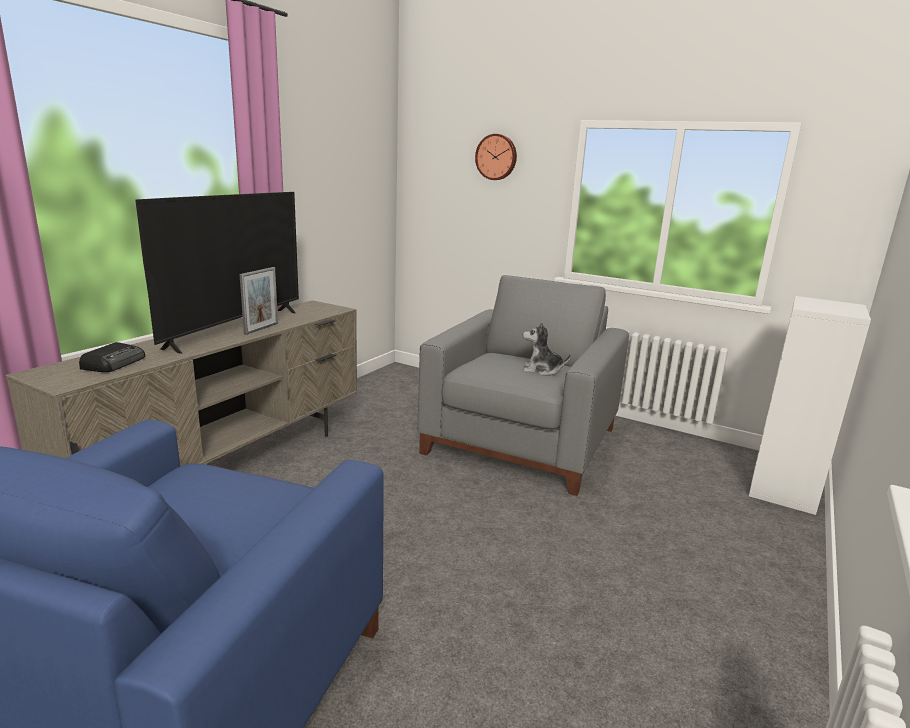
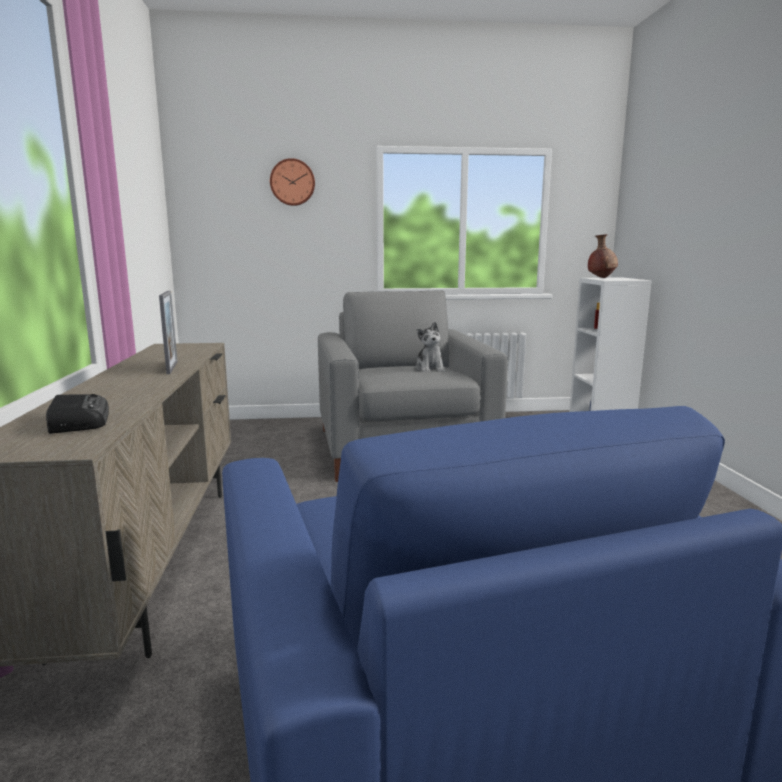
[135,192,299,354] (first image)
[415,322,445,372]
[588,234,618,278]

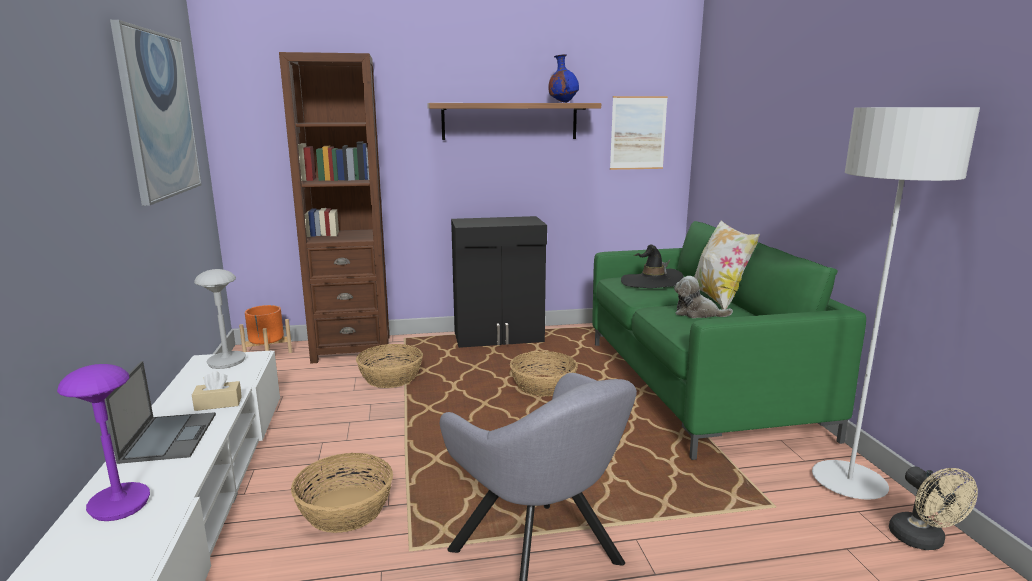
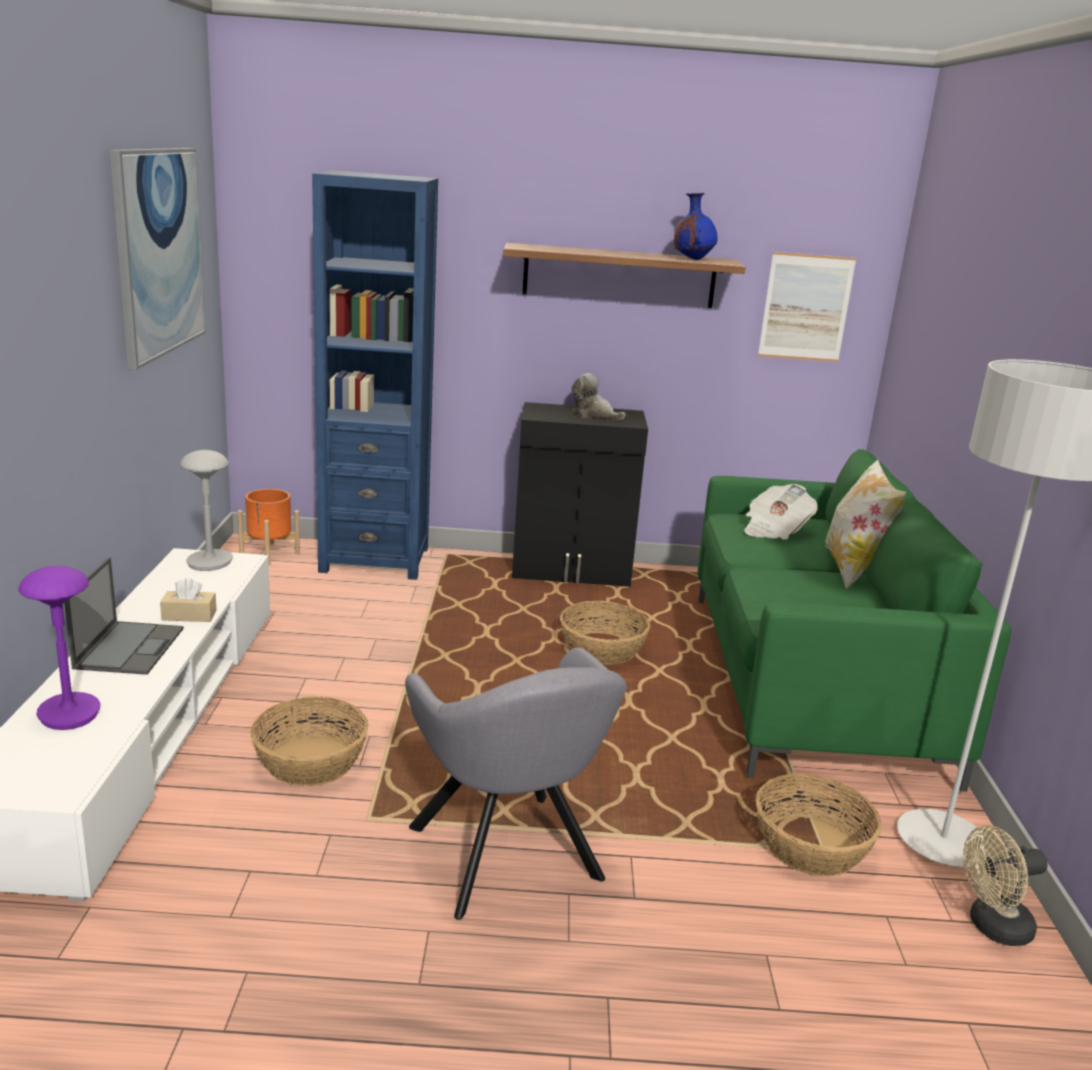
[312,171,438,580]
[755,774,882,877]
[744,484,818,539]
[570,373,625,421]
[963,825,1048,946]

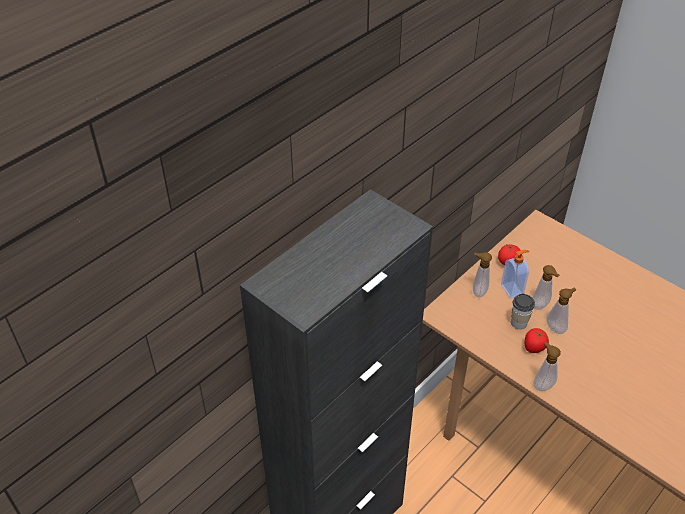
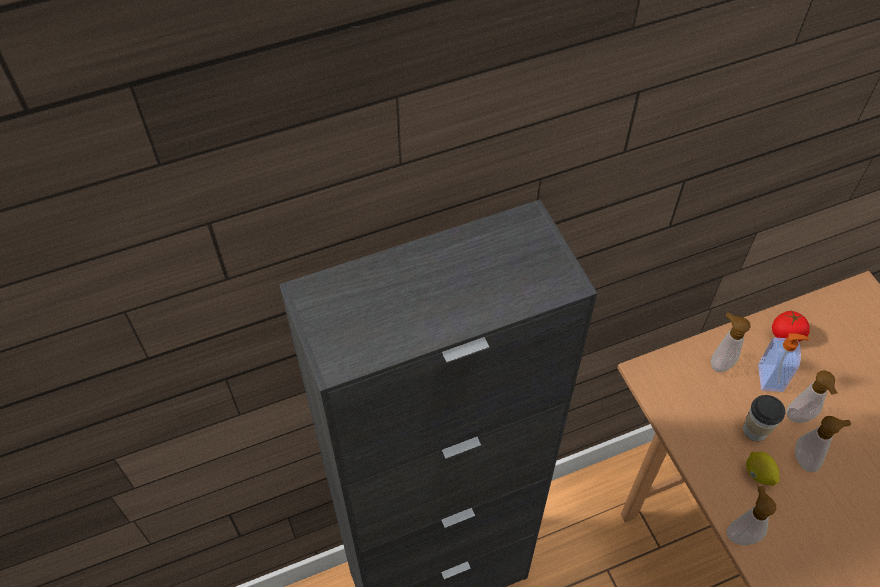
[746,452,780,486]

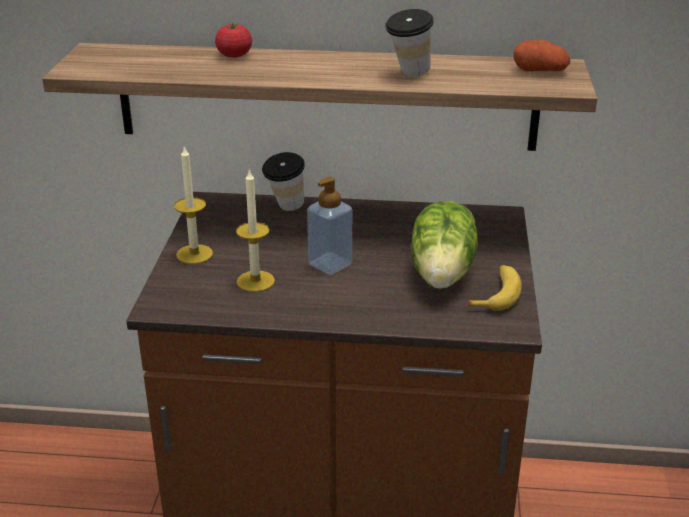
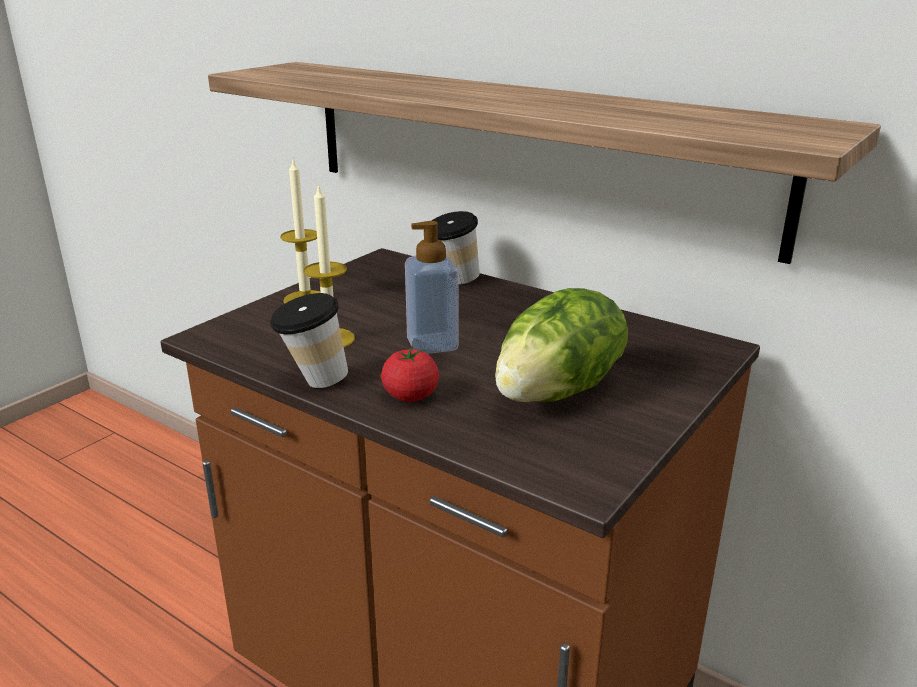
[381,347,439,402]
[270,293,348,388]
[468,265,522,311] (first image)
[514,40,571,71] (first image)

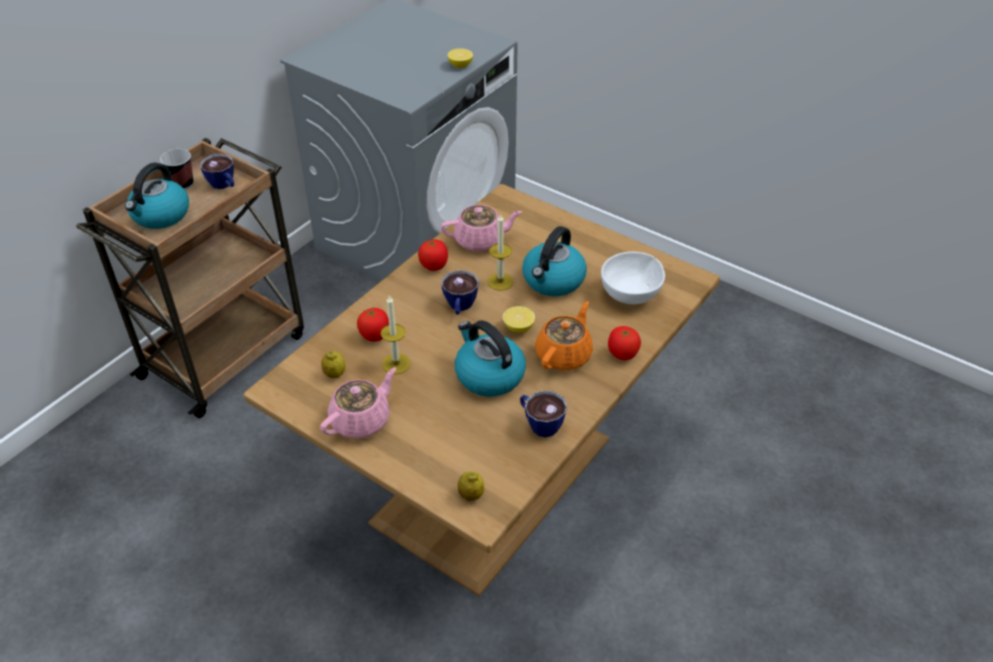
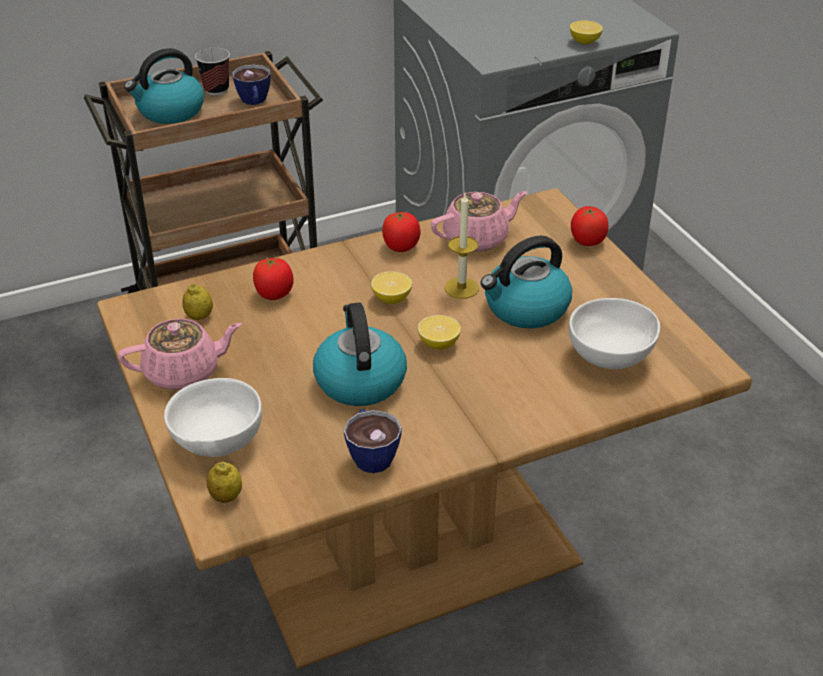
[381,296,411,374] (first image)
[430,191,527,252]
[371,271,412,304]
[535,301,593,370] (first image)
[571,206,609,246]
[164,378,262,457]

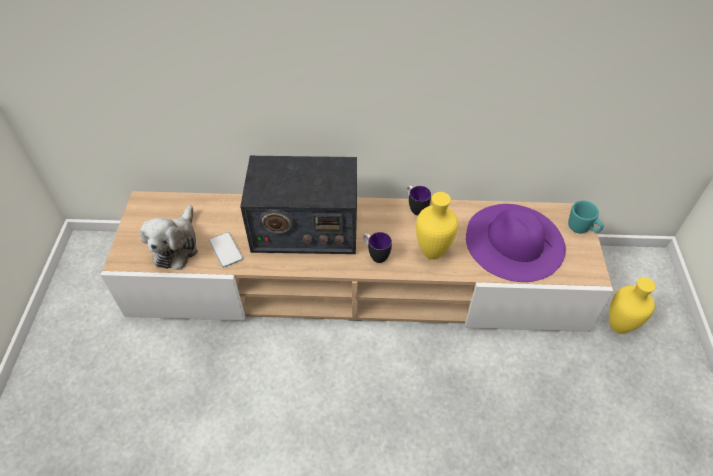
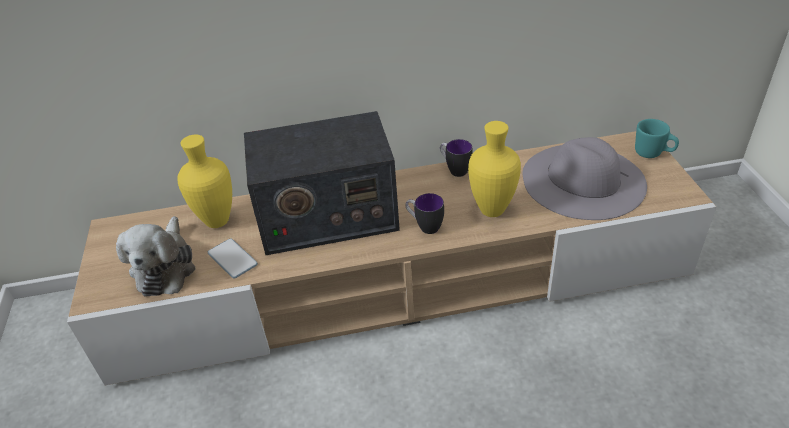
[522,137,647,220]
[178,134,232,228]

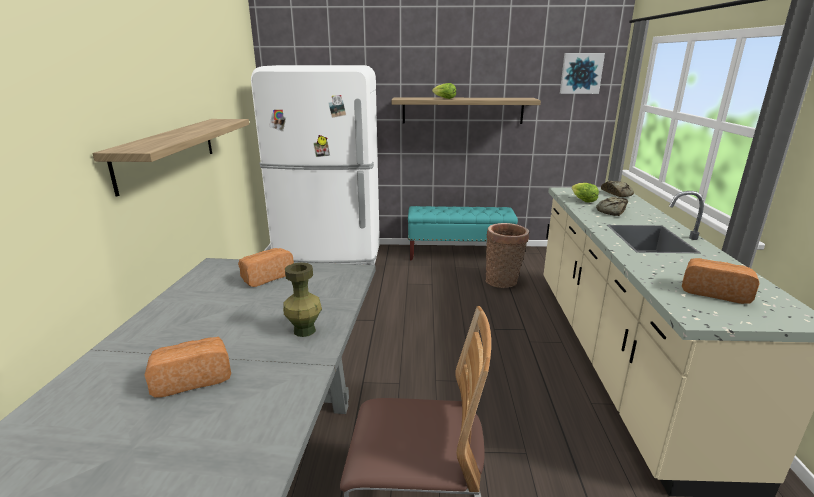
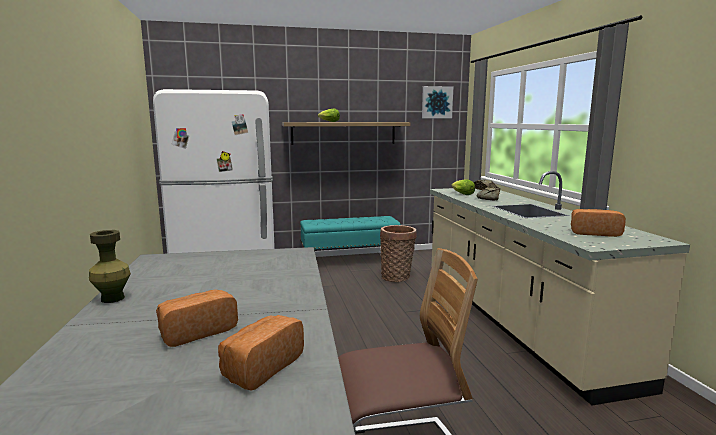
[92,119,249,197] (first image)
[218,315,304,391]
[89,230,131,303]

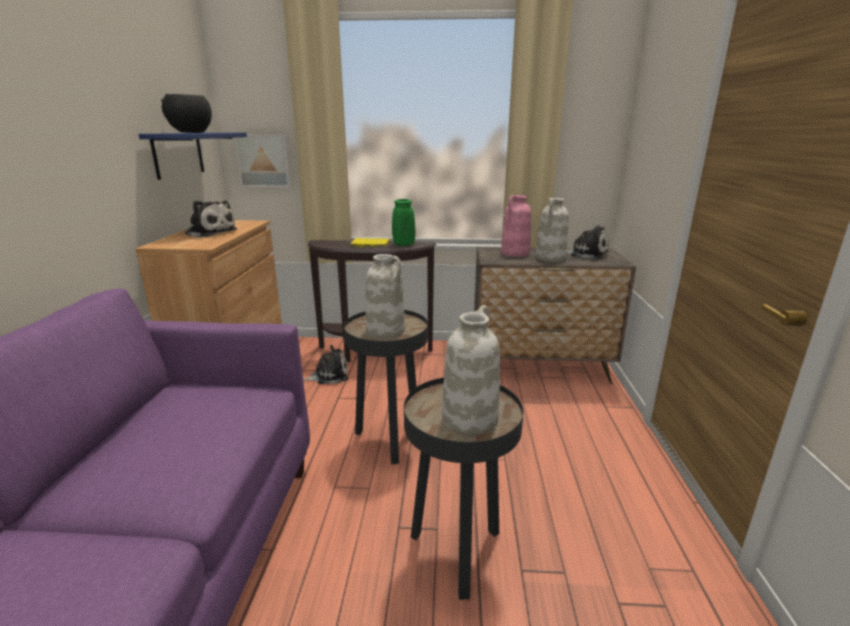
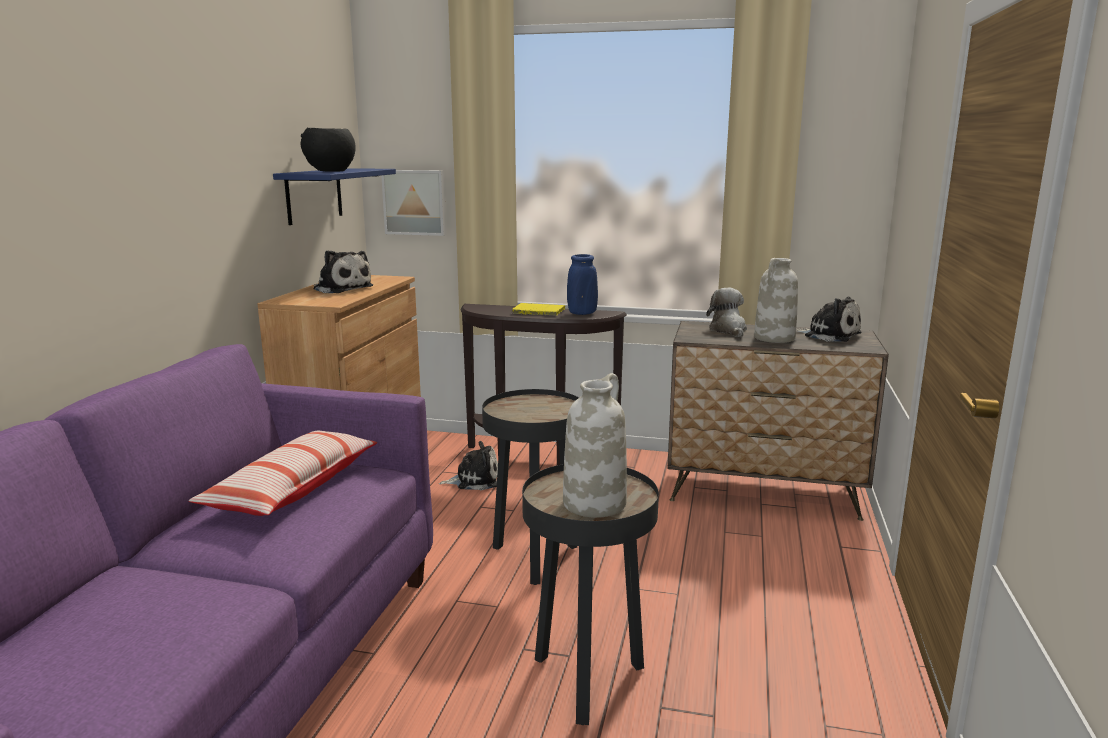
[365,254,405,338] (first image)
[567,254,598,315]
[706,288,747,337]
[189,431,377,516]

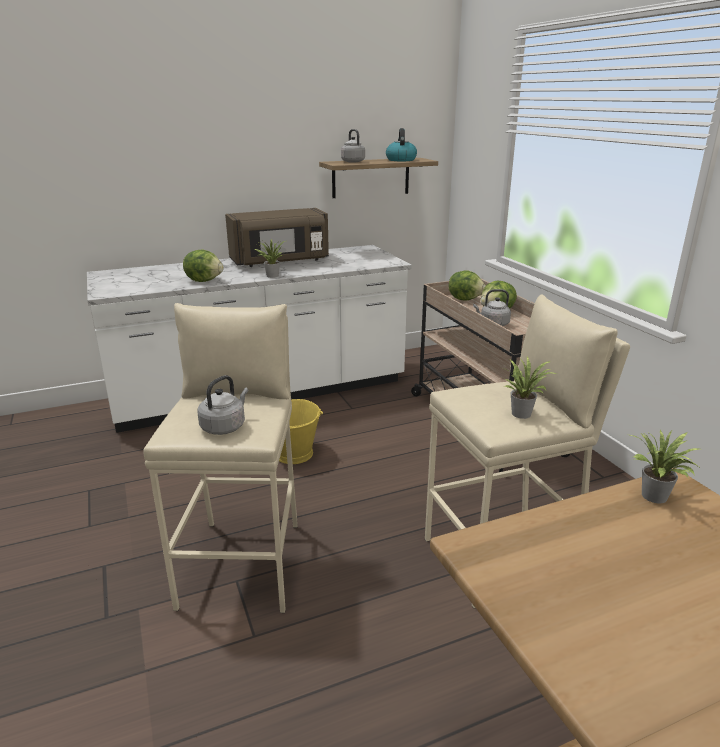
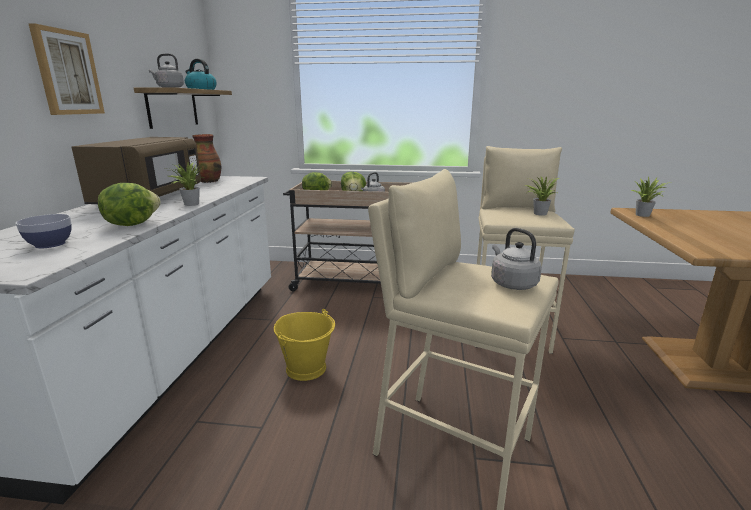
[15,214,71,248]
[29,23,105,115]
[192,134,221,183]

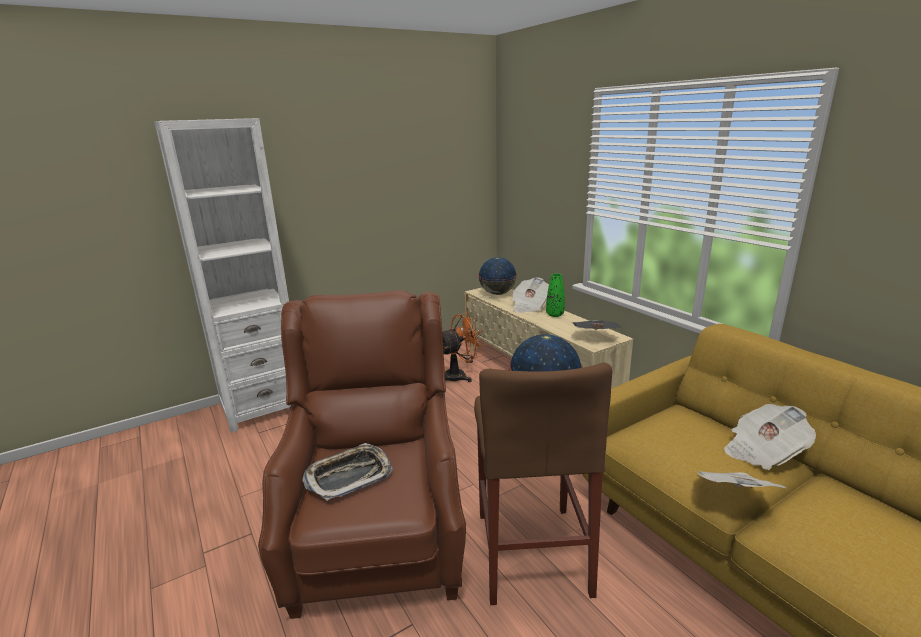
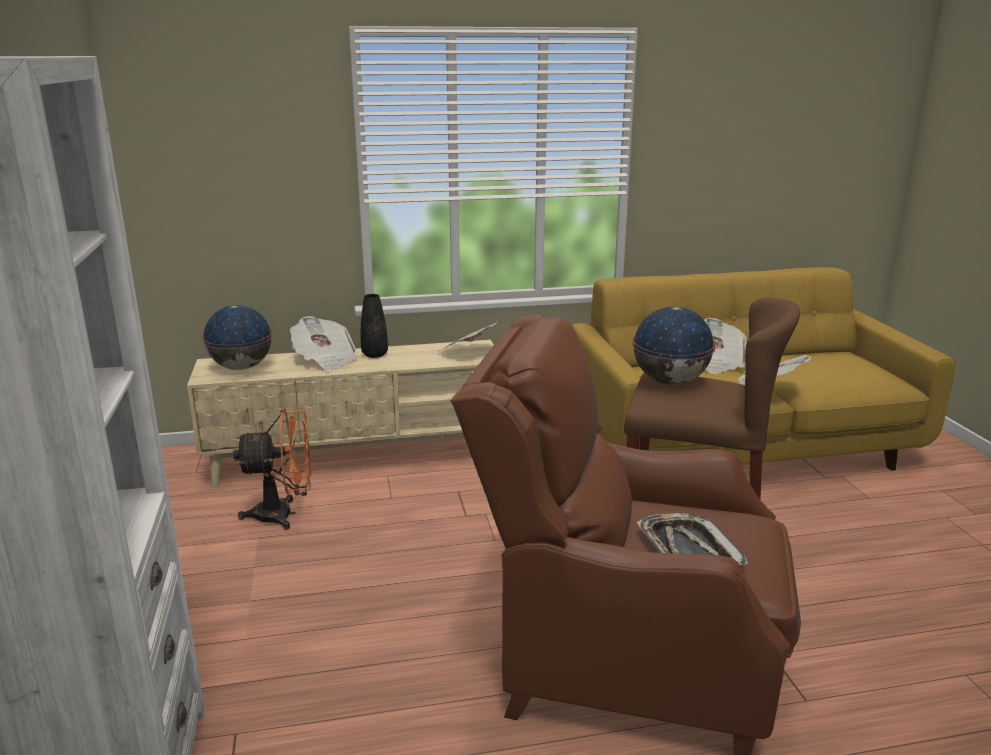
[233,408,311,530]
[361,294,388,358]

